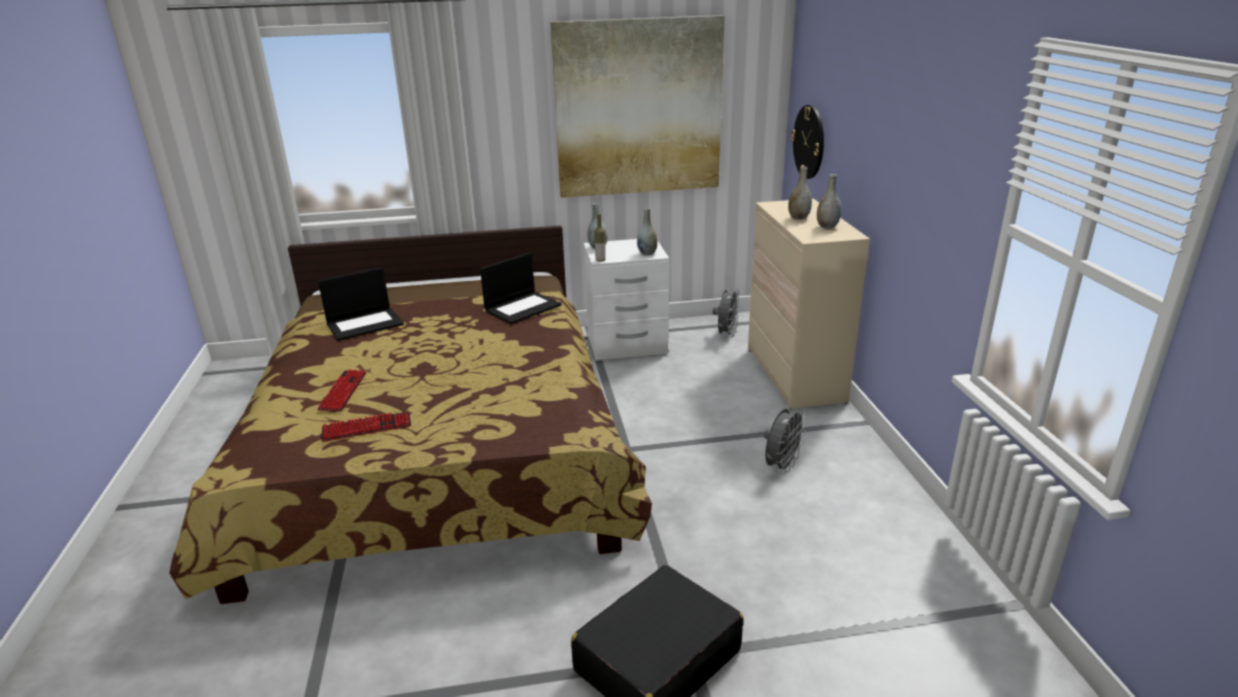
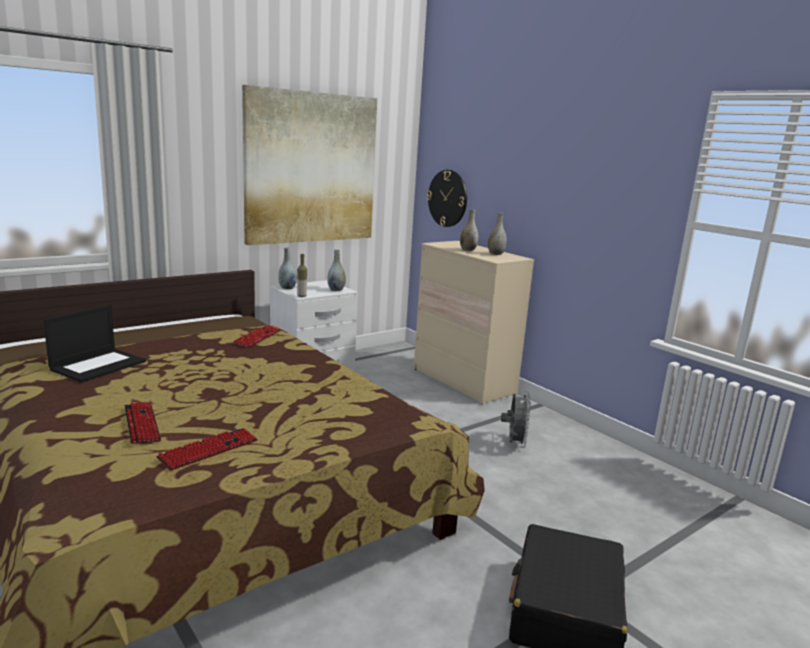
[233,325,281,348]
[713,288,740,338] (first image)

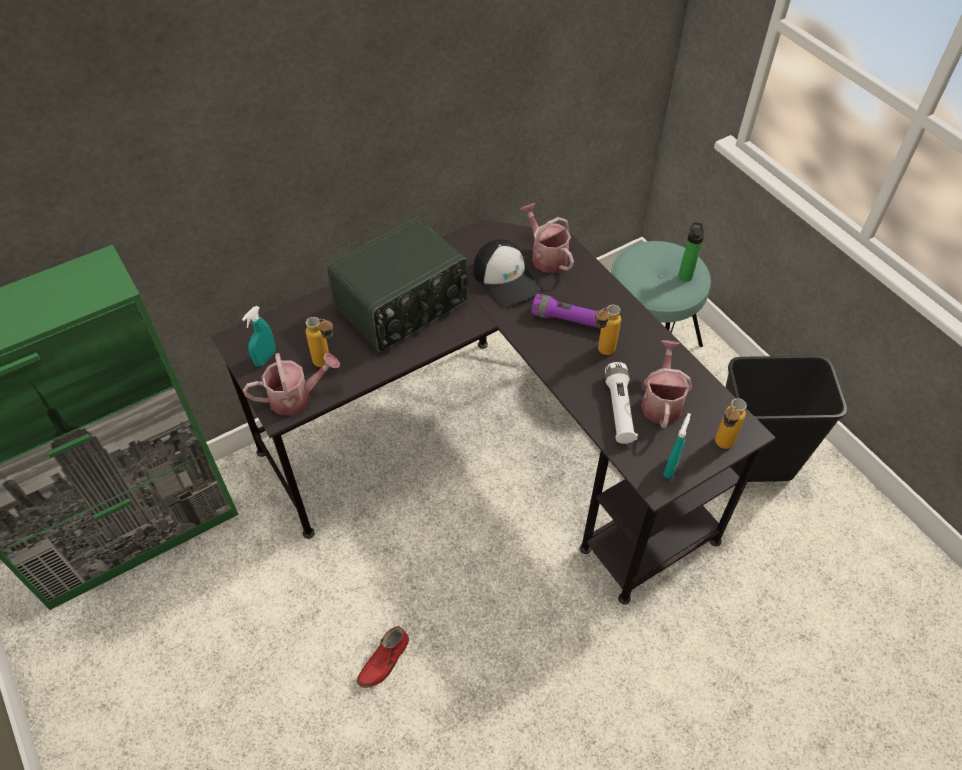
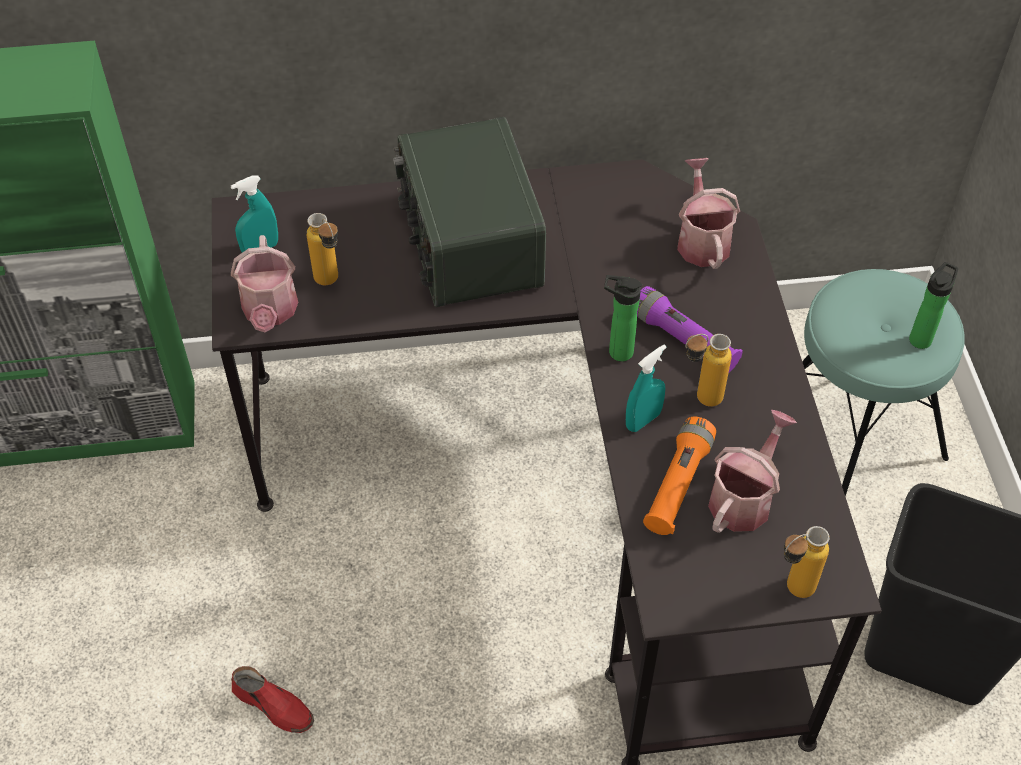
[231,235,298,332]
[393,117,546,307]
[231,666,314,733]
[473,240,540,305] (first image)
[643,417,716,535]
[626,344,667,432]
[604,275,642,362]

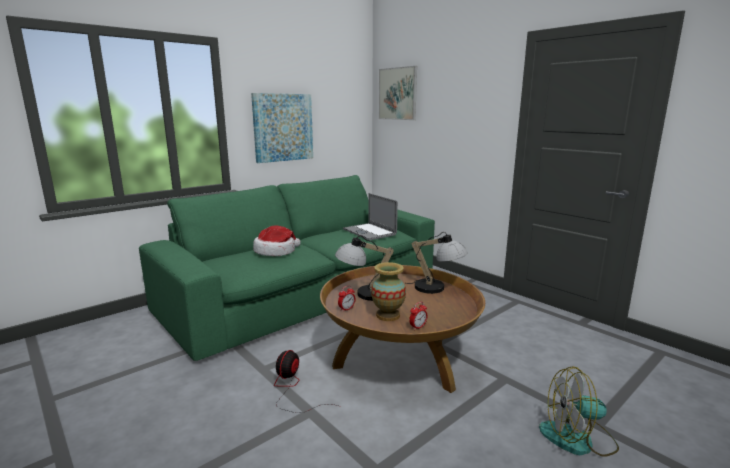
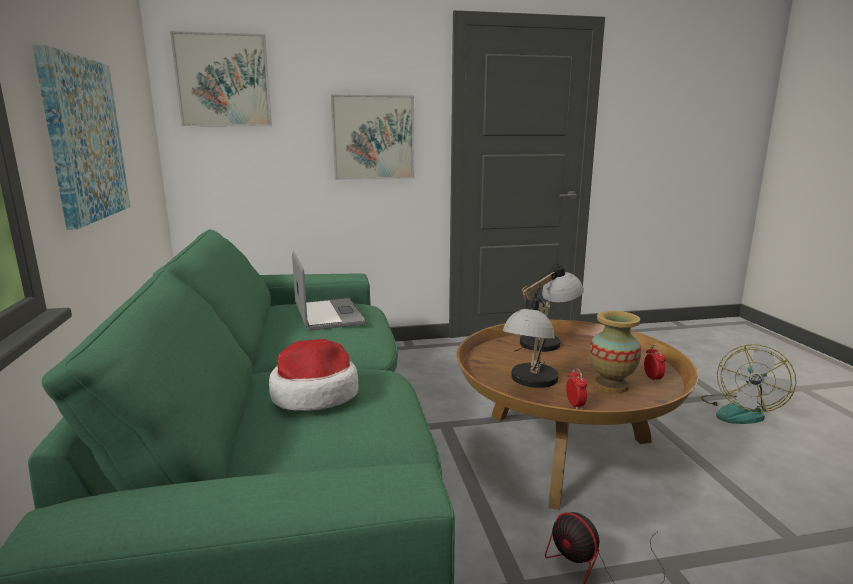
[292,251,367,331]
[331,95,414,180]

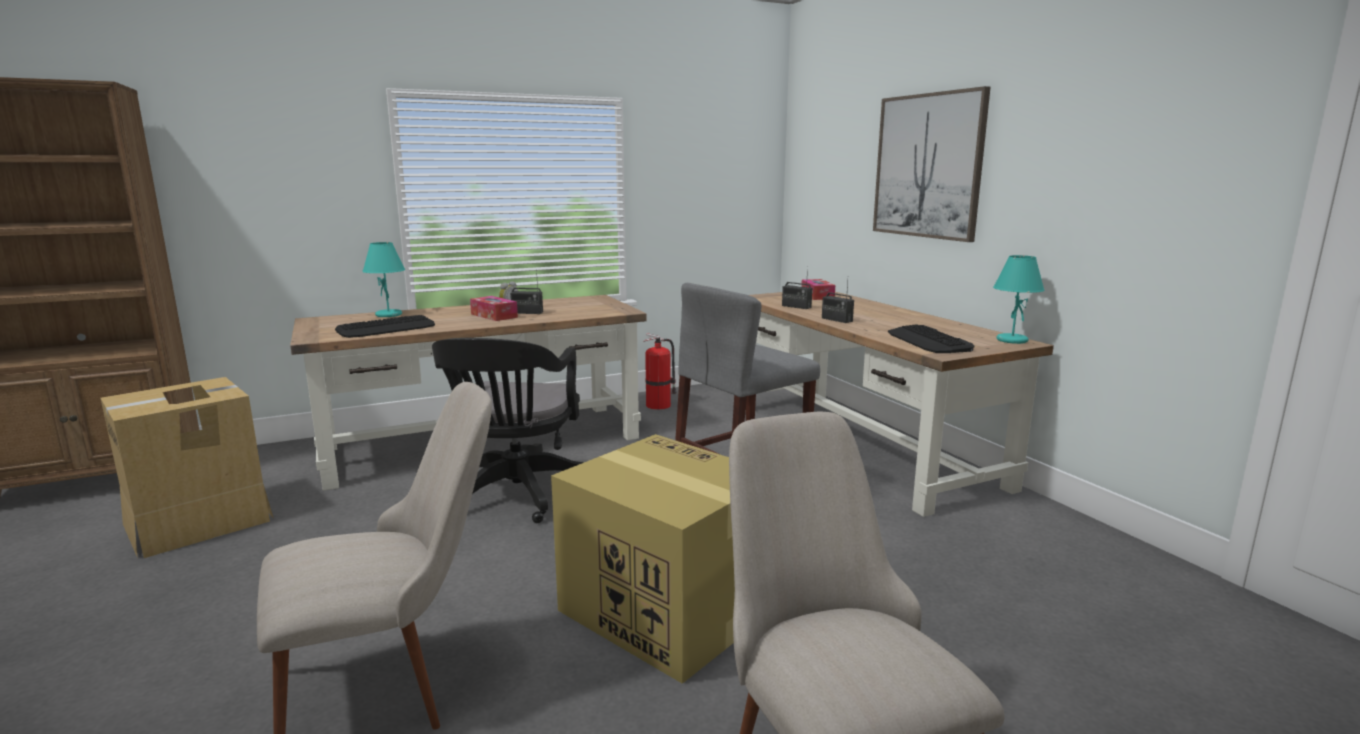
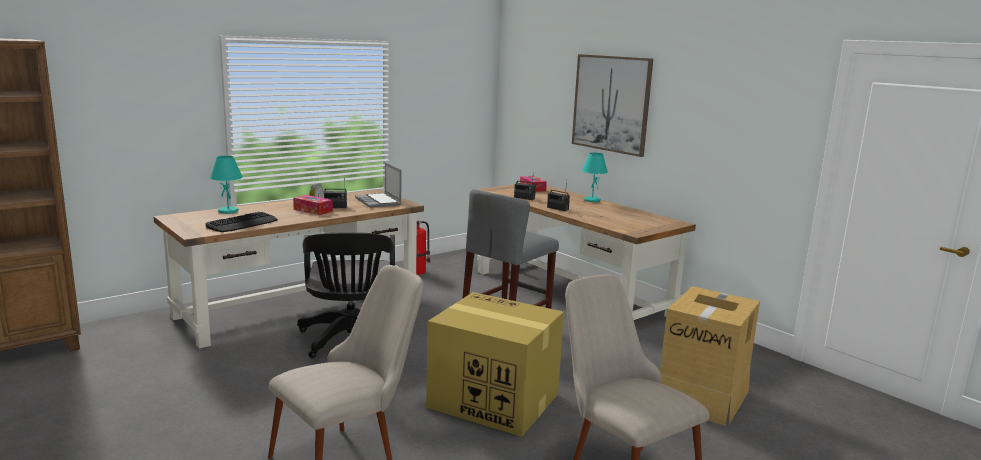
[660,286,760,426]
[888,324,975,353] (first image)
[581,153,608,202]
[355,162,402,208]

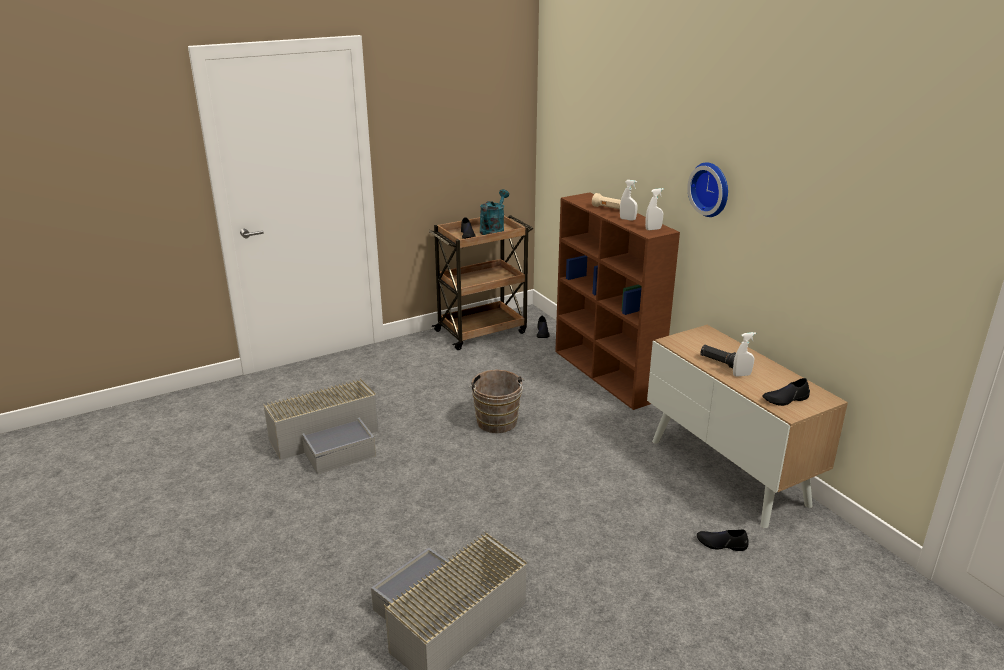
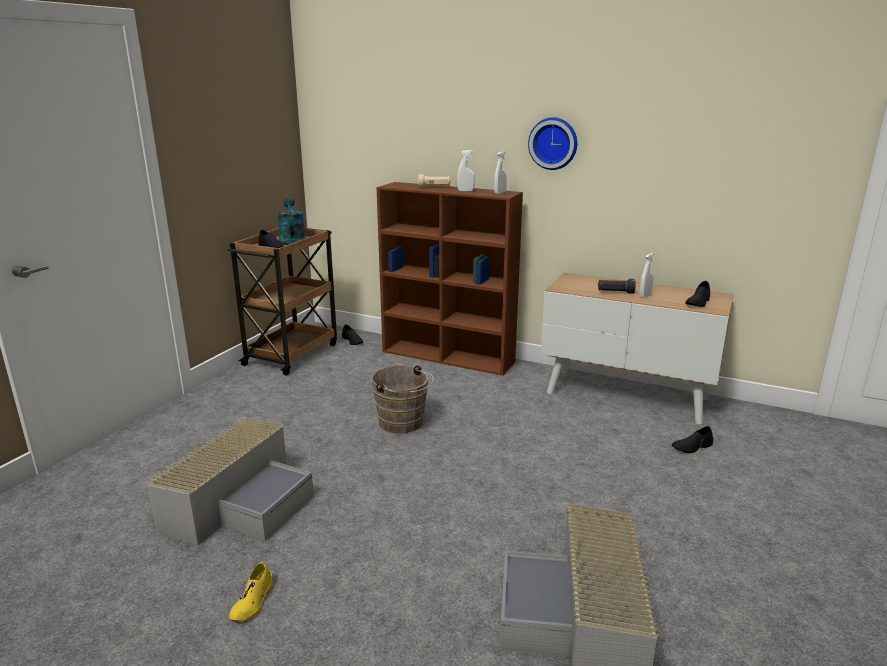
[229,562,273,621]

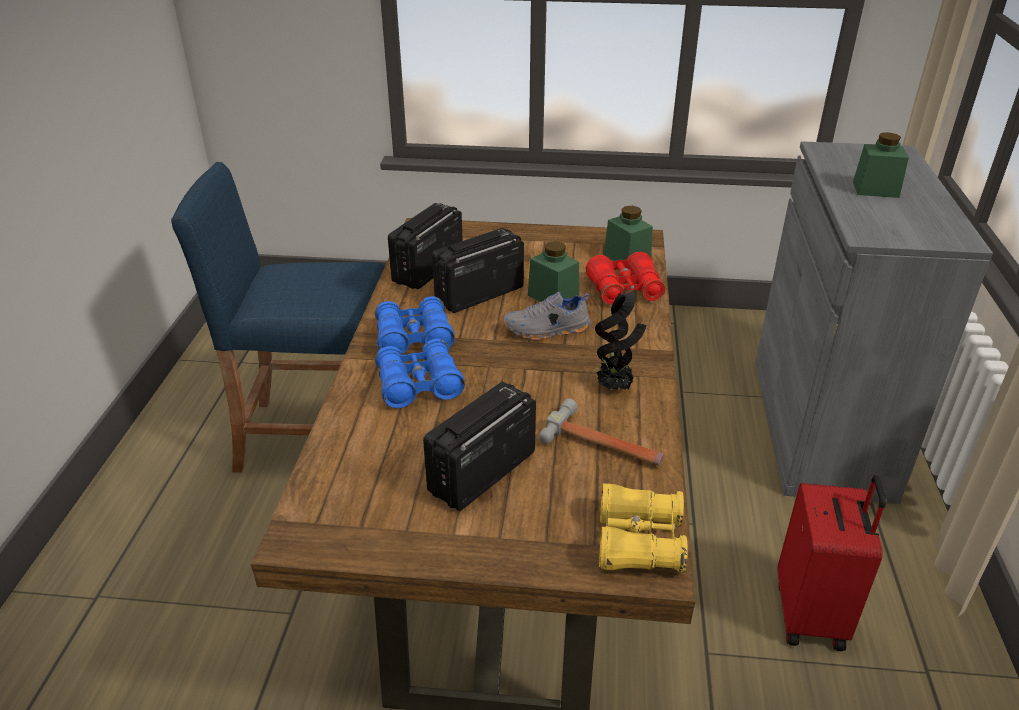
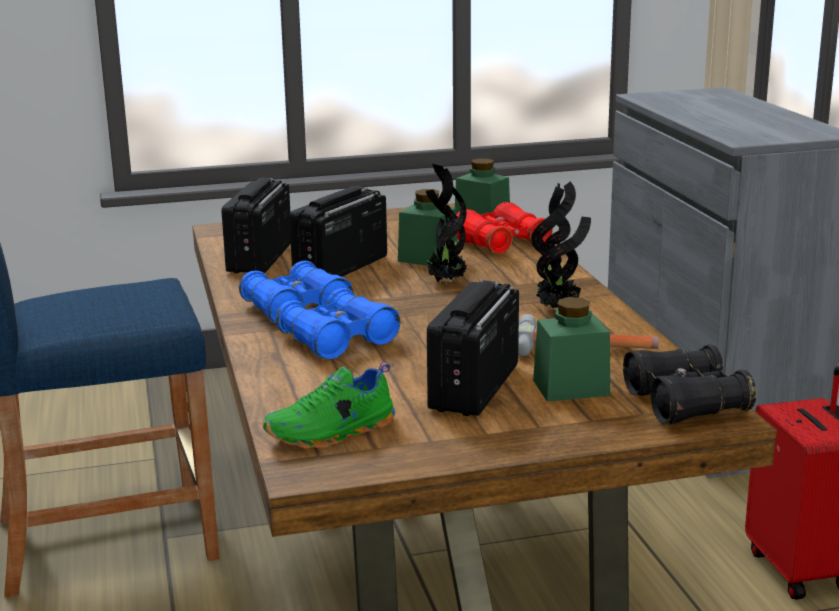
[424,164,467,282]
[623,344,756,425]
[533,297,610,401]
[263,362,395,449]

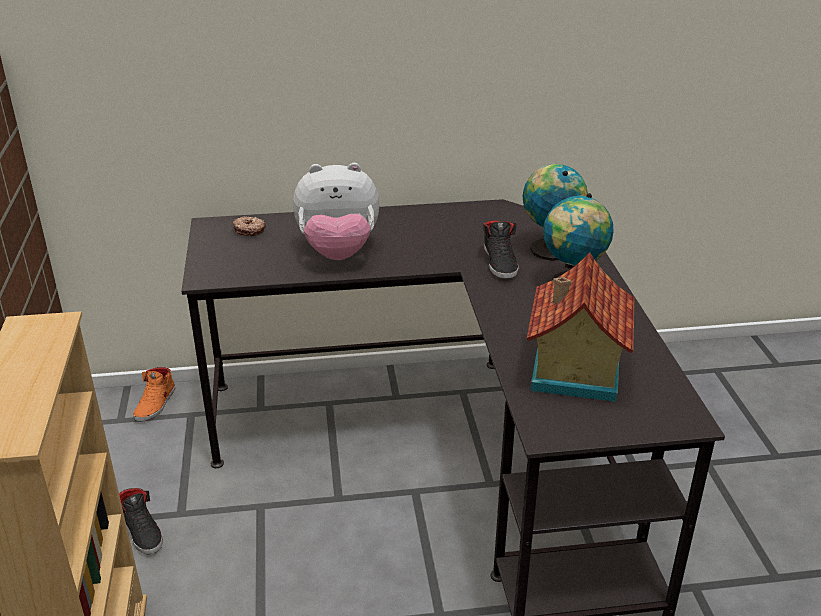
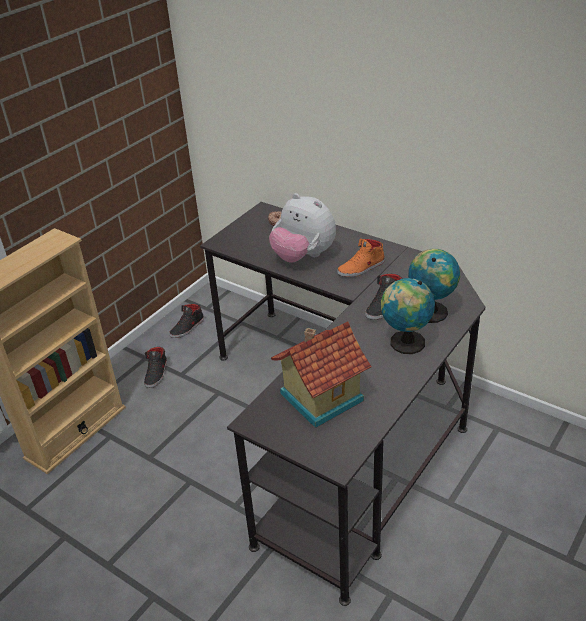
[337,239,385,277]
[169,304,204,338]

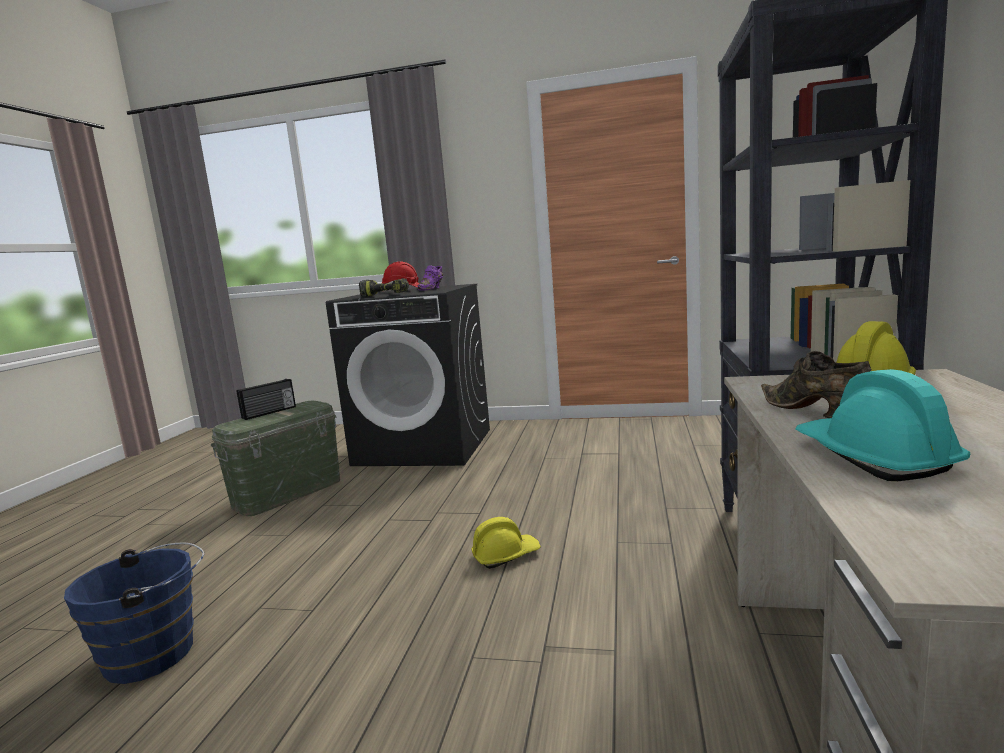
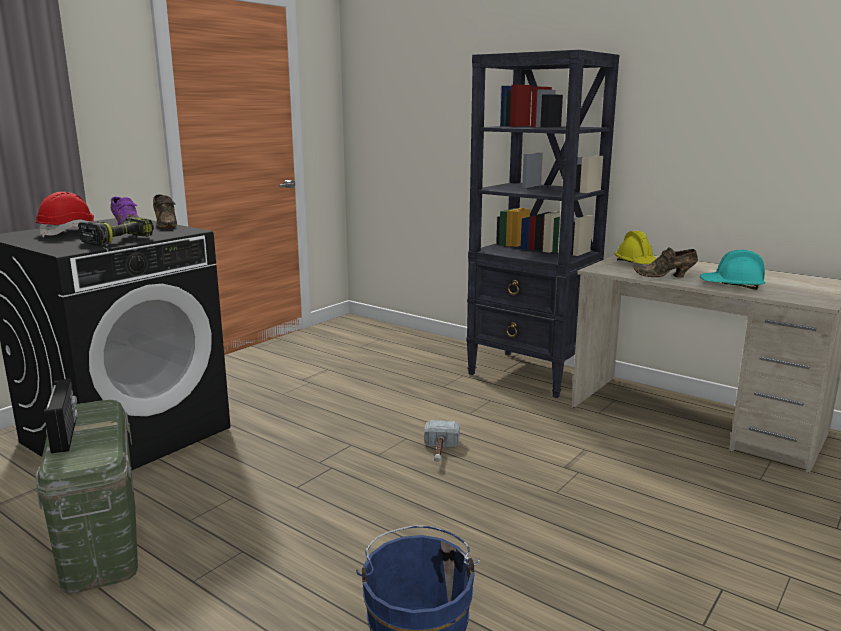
[424,420,460,462]
[153,194,177,229]

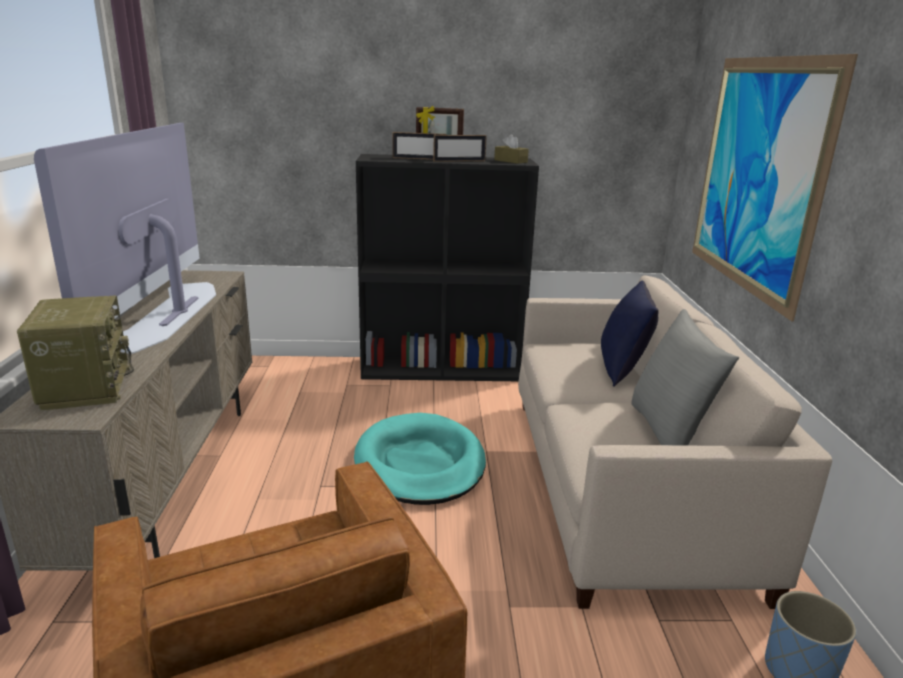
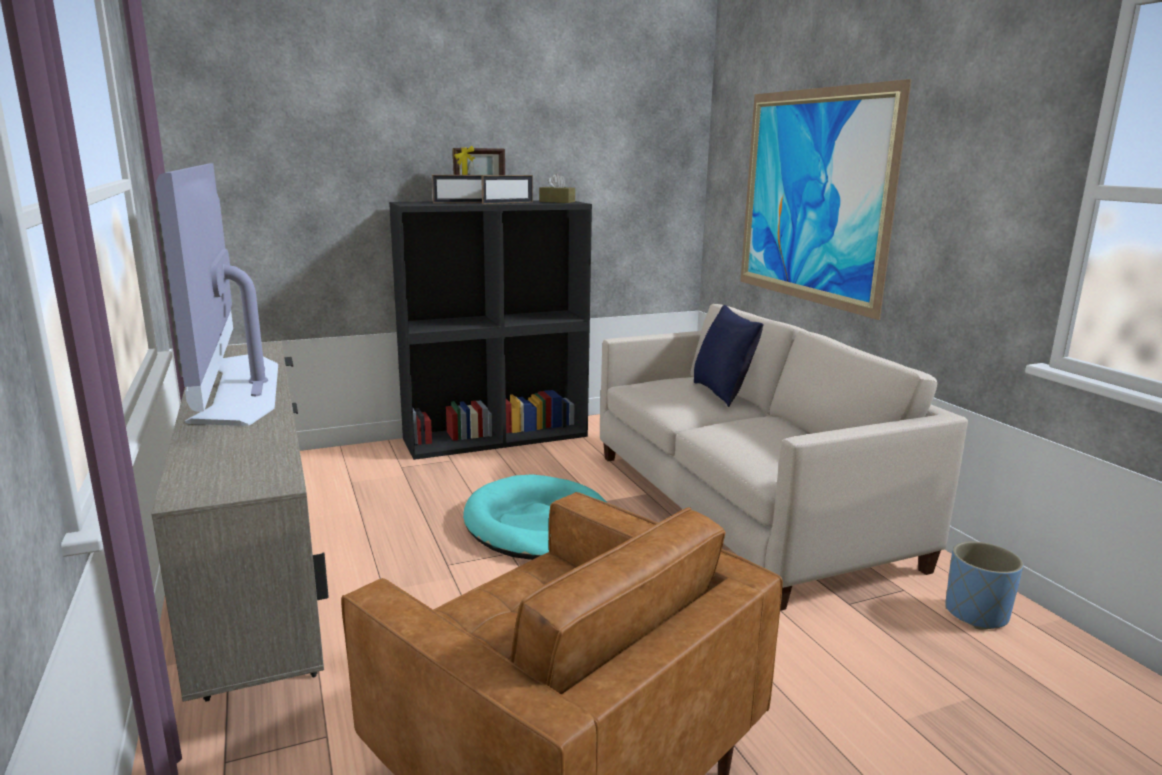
[17,295,134,411] (first image)
[631,309,739,446] (first image)

